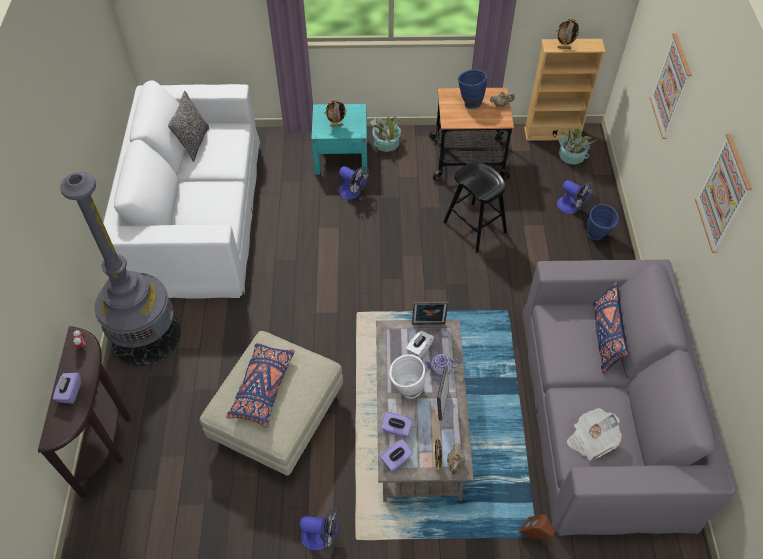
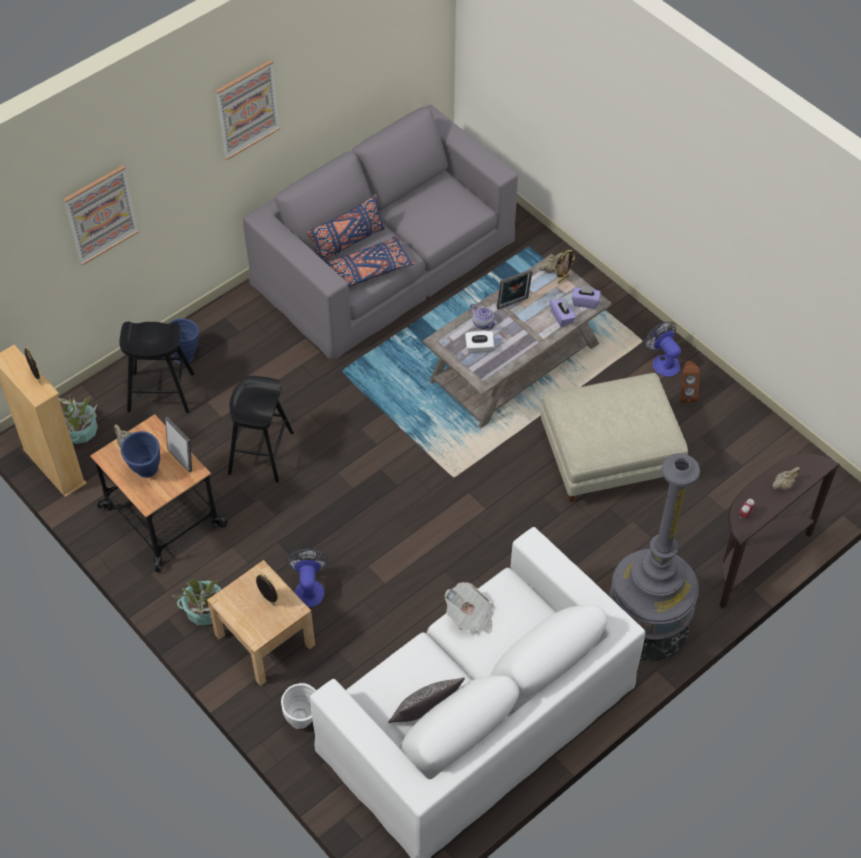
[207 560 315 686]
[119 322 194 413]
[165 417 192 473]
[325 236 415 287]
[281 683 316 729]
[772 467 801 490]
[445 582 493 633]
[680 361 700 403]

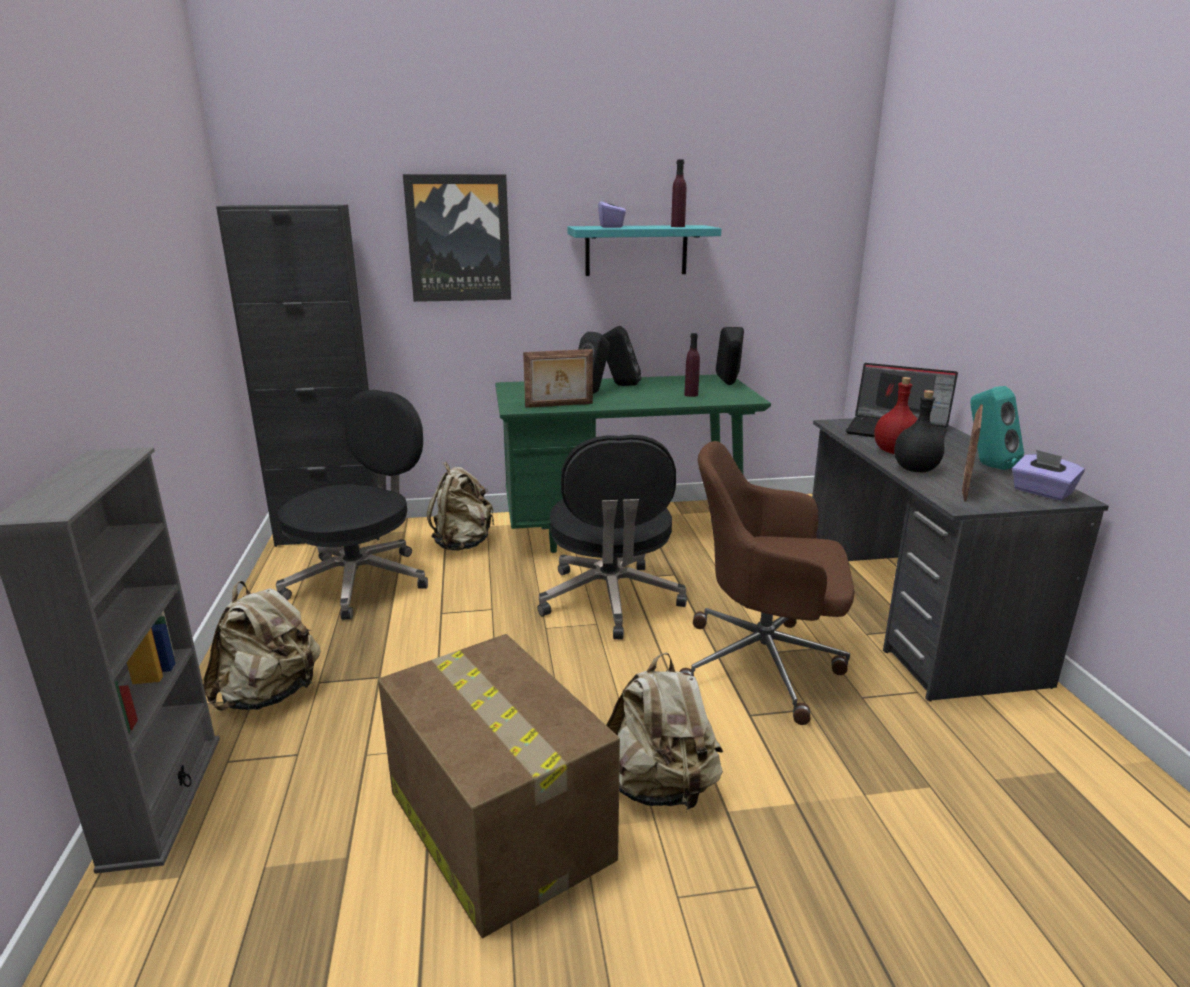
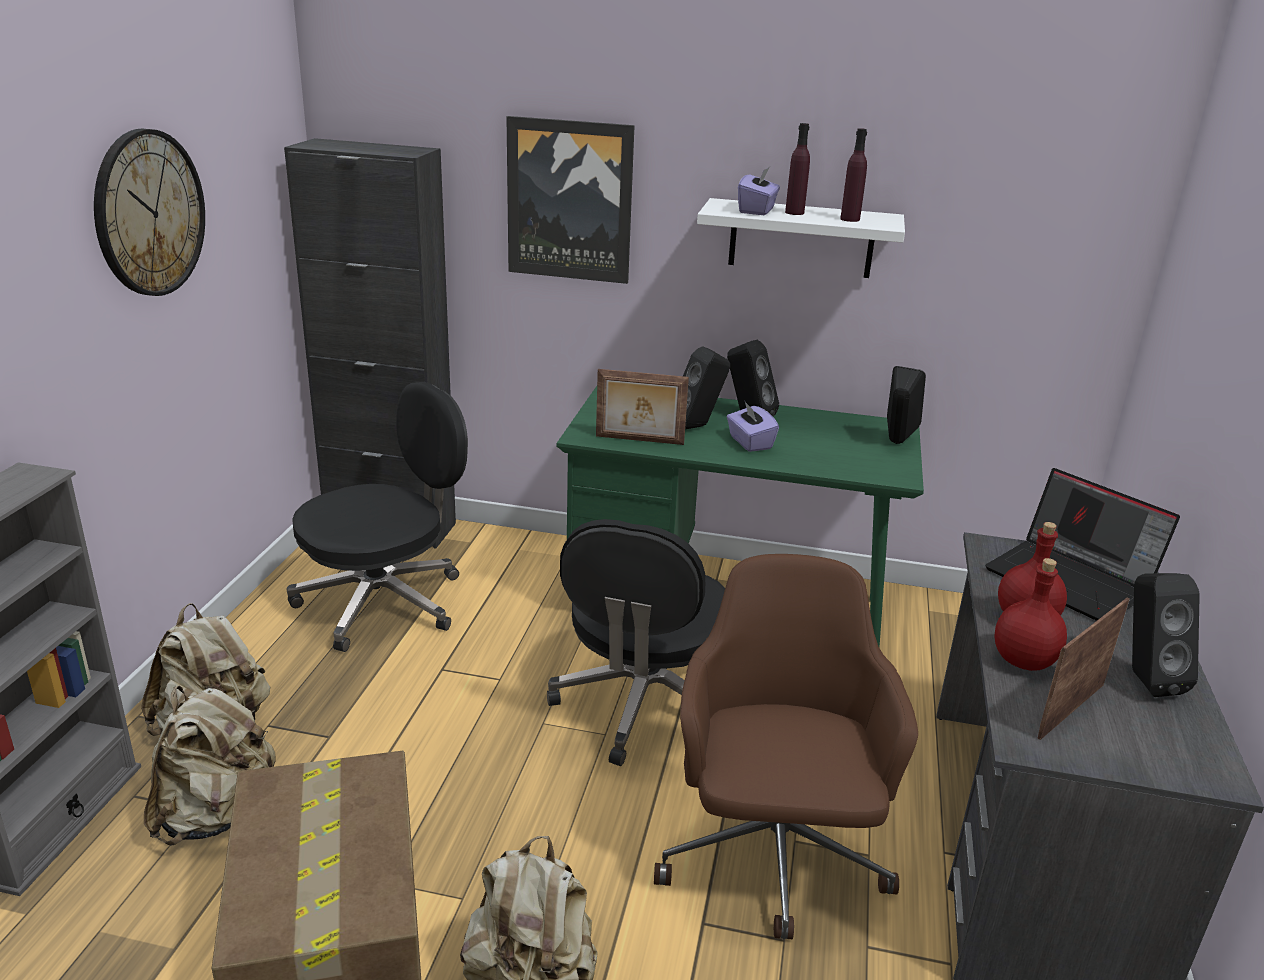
[697 198 905 278]
[785 123 810 215]
[1132 573 1200 697]
[994 558 1067 671]
[654 554 918 940]
[727 402 779 452]
[144 686 276 845]
[94 129 205 296]

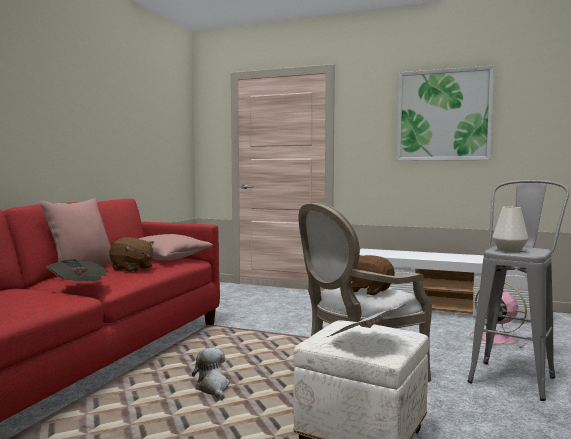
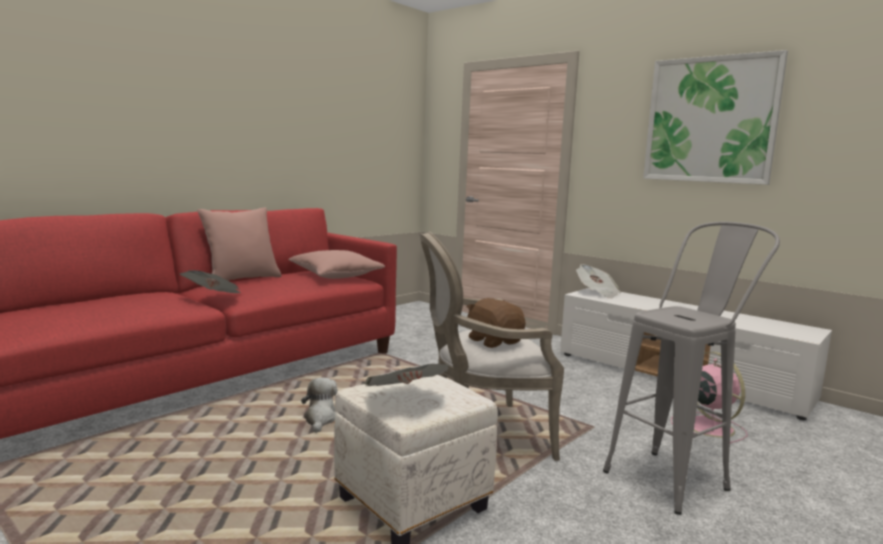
[492 207 528 252] (first image)
[109 237 154 272] (first image)
[576 264 621 299]

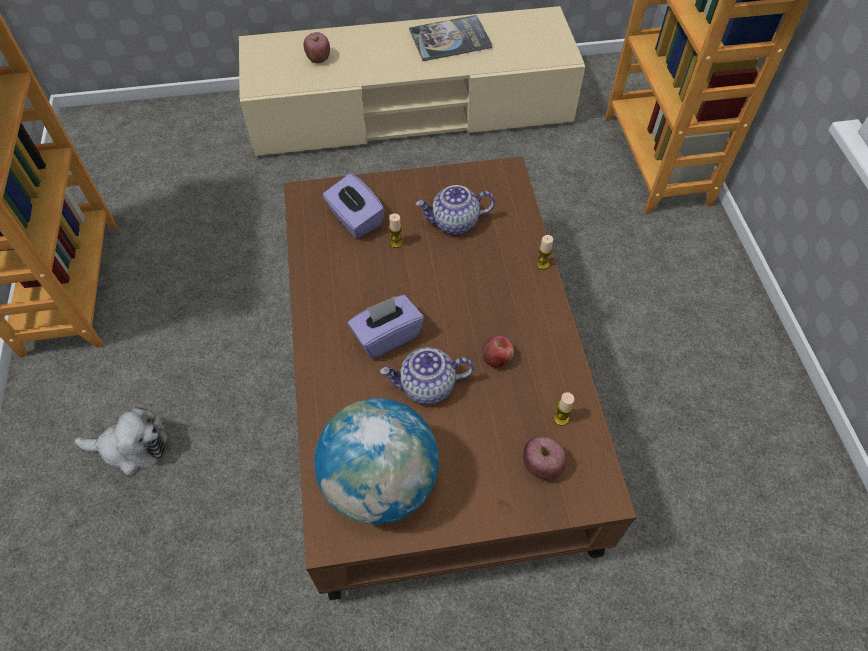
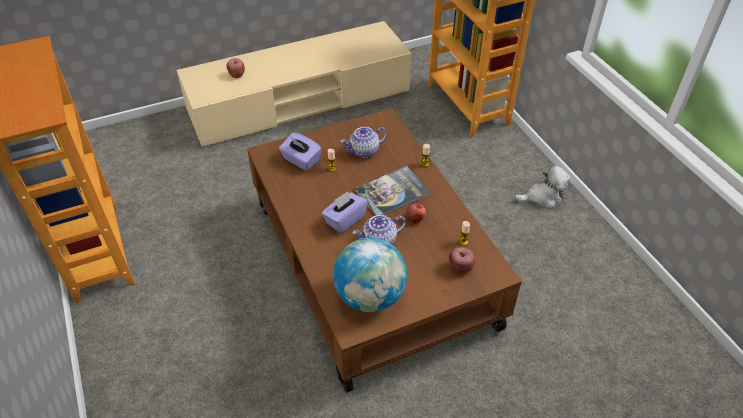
[354 166 431 216]
[514 165 570 208]

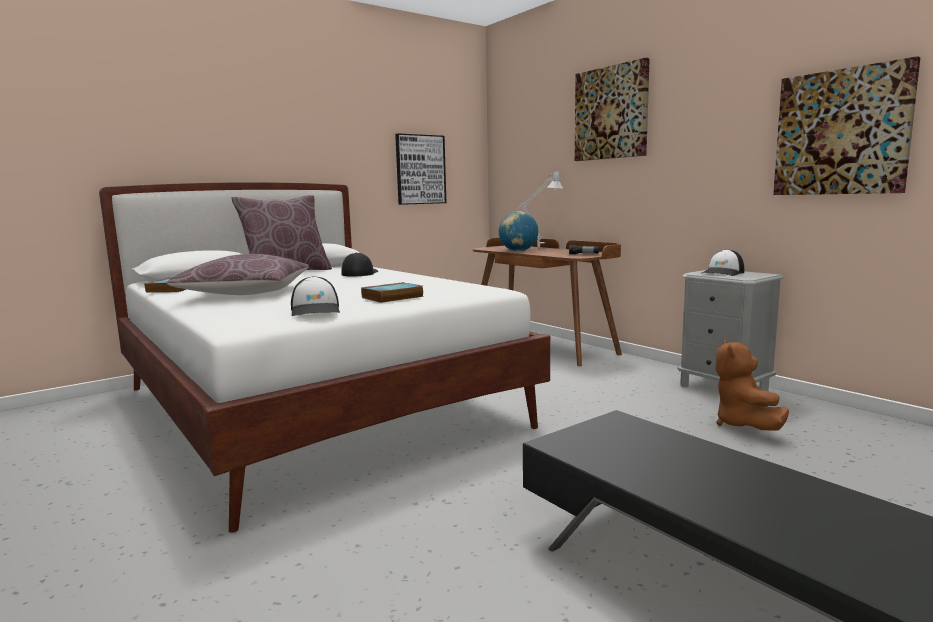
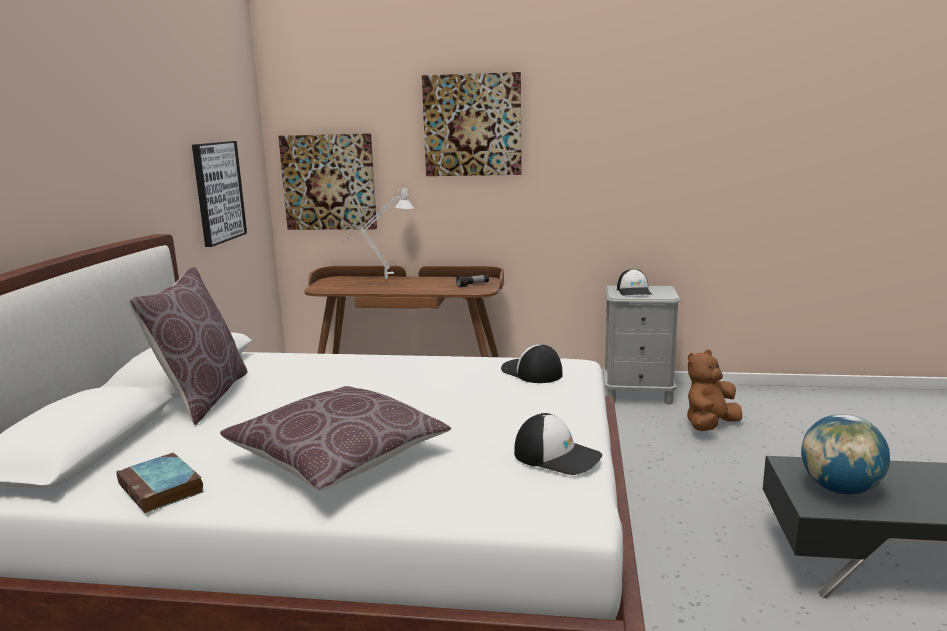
[278 133 377 230]
[801 414 890 495]
[501 344 563 383]
[361 282 424 303] (first image)
[687 350 742 431]

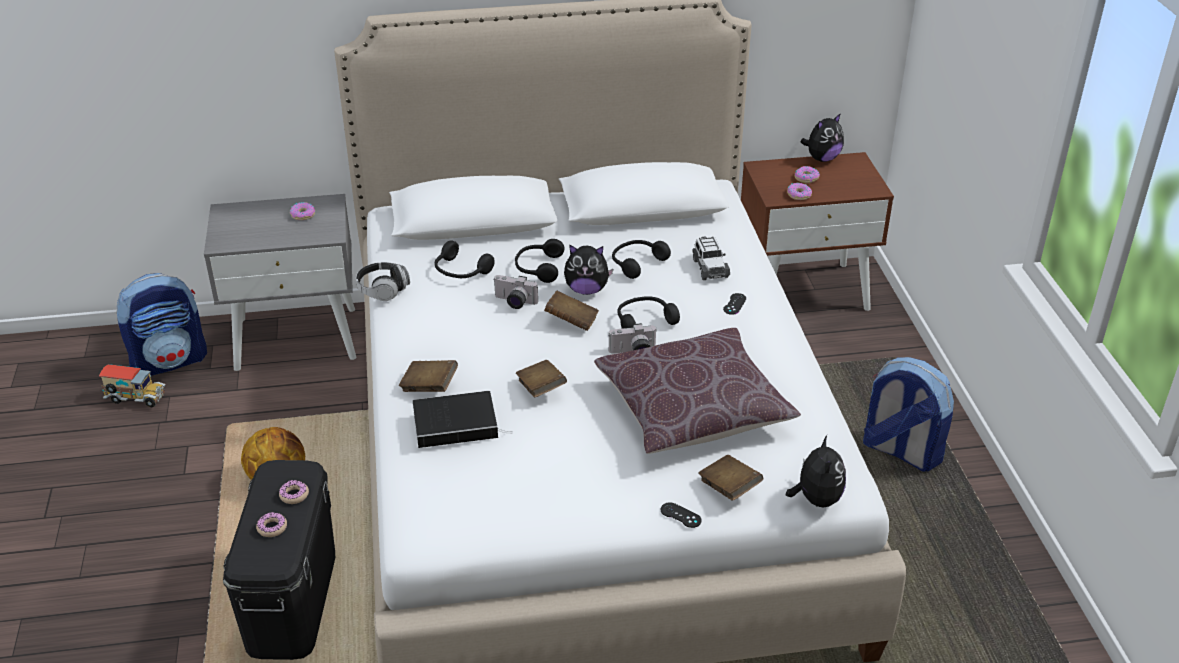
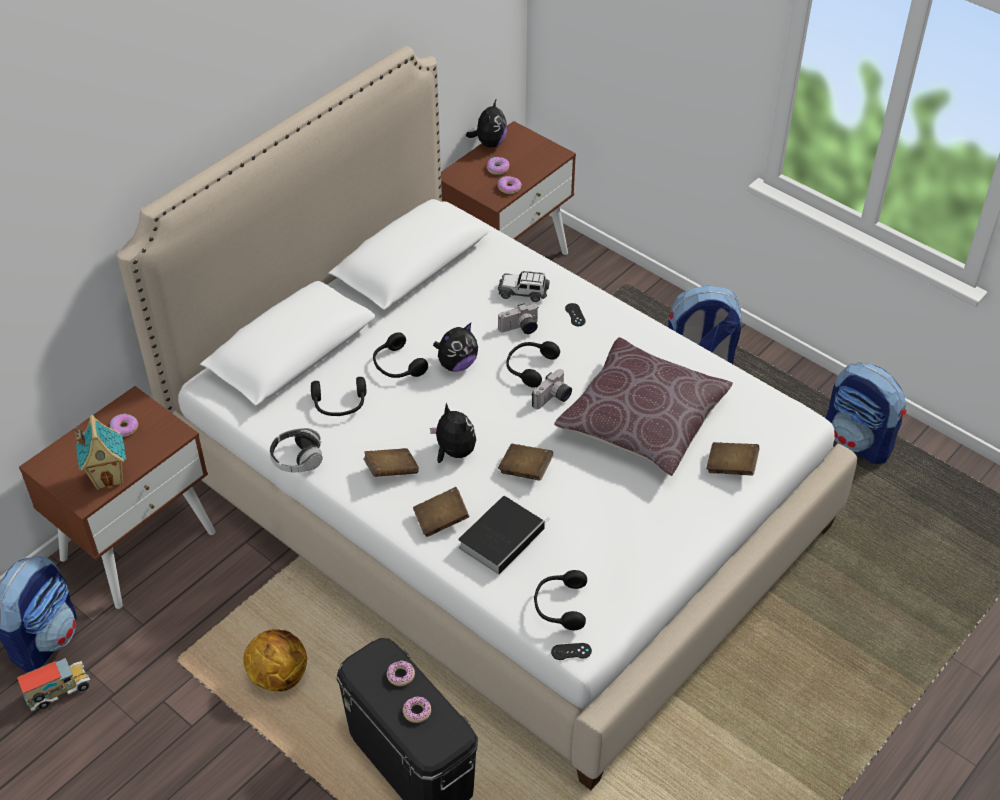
[19 386 216 609]
[498 271 549 302]
[534 570 587 630]
[498 303 538 334]
[363 448 419 477]
[430 402 476 463]
[551 643 592 660]
[826 362 906 464]
[74 415 126 490]

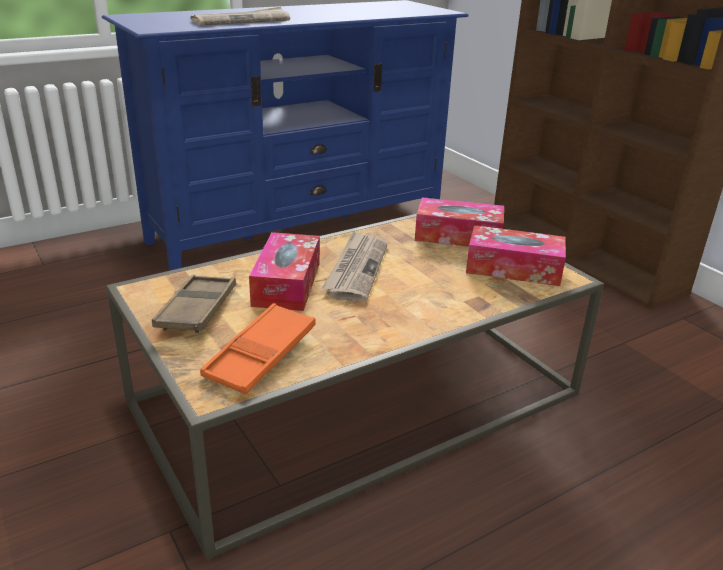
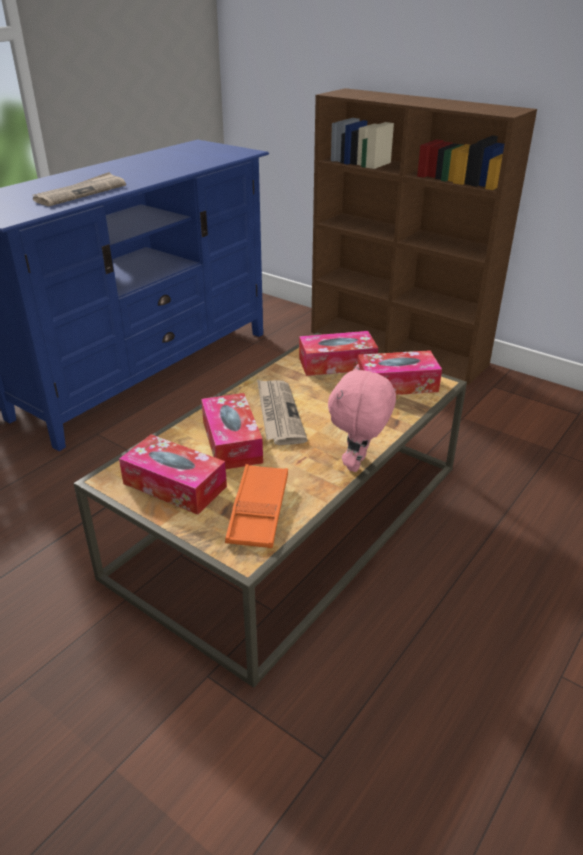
[119 434 227 515]
[328 364 396 472]

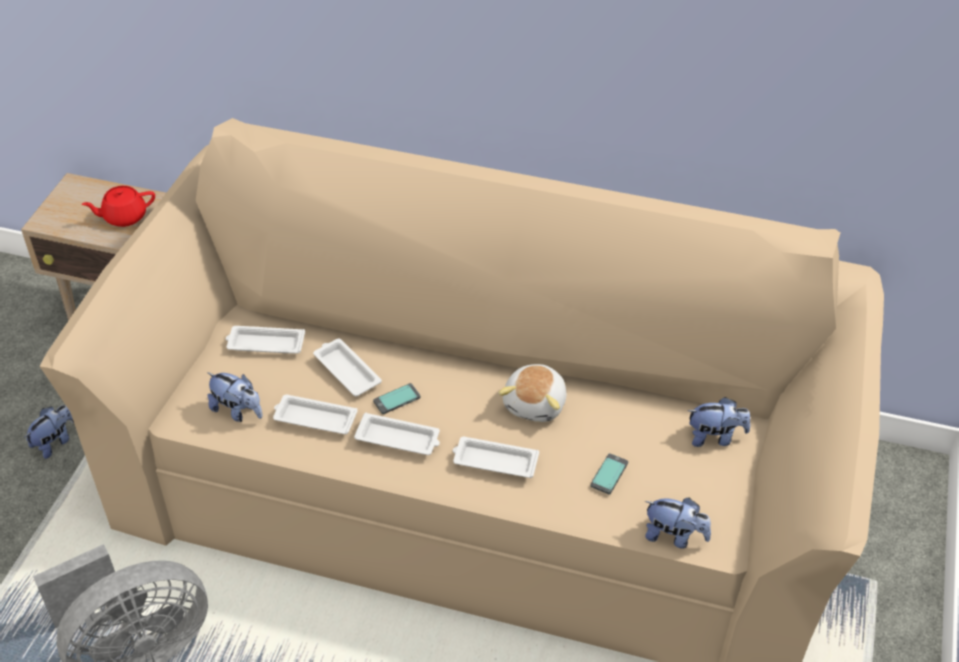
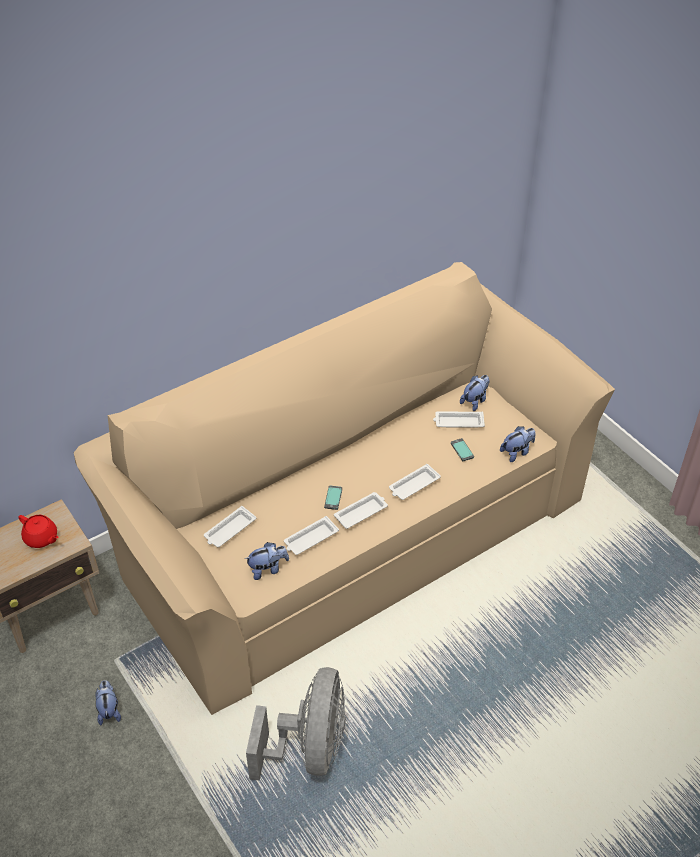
[19 515 58 548]
[433 411 485 428]
[498 364 566 422] (first image)

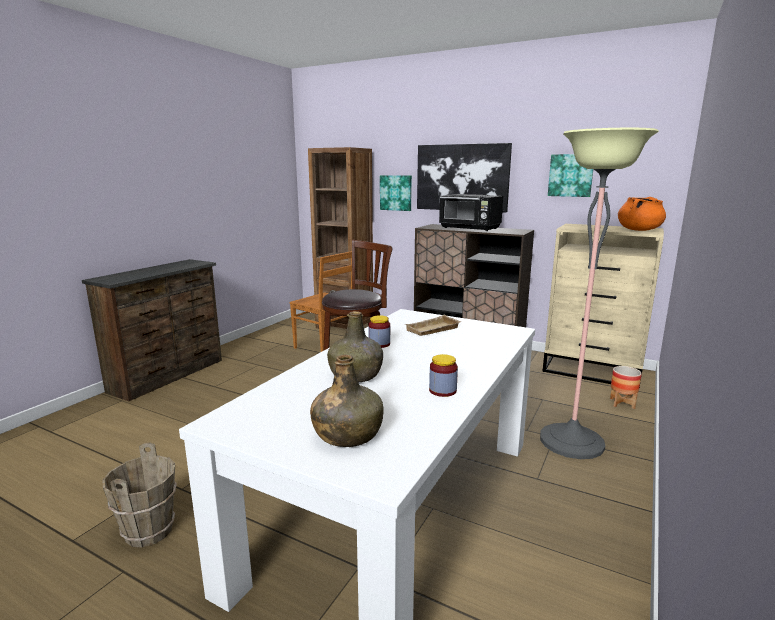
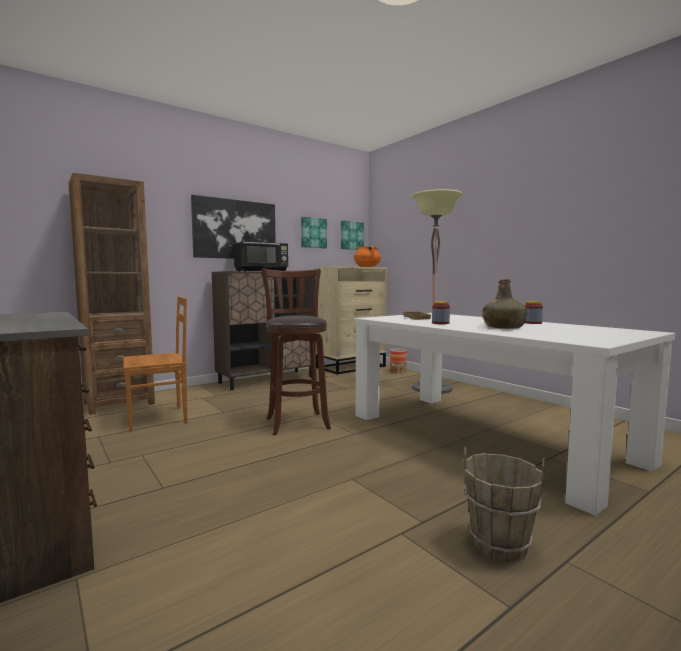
[341 221 364 250]
[310 354 384 447] (first image)

